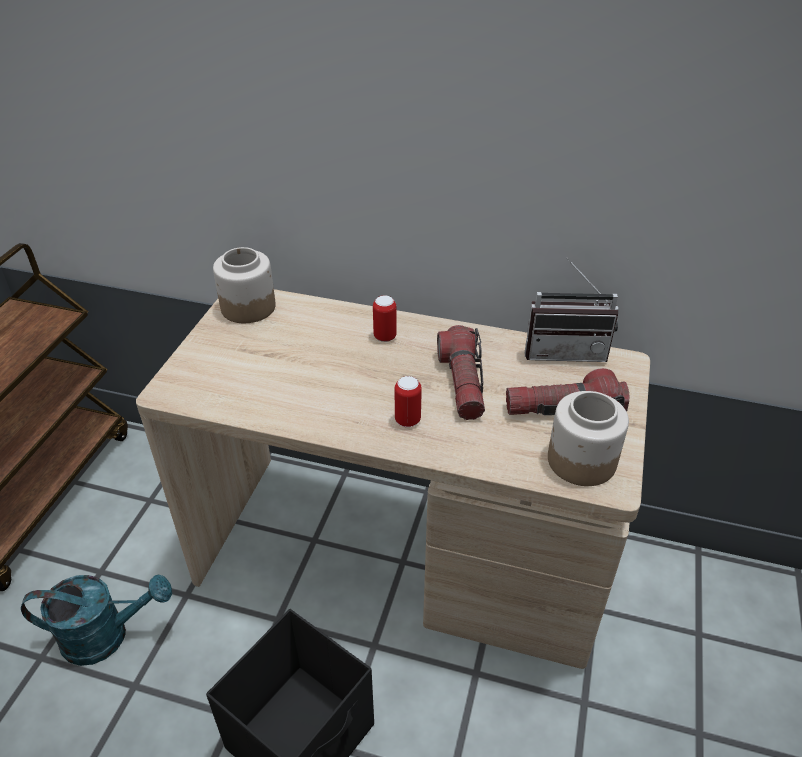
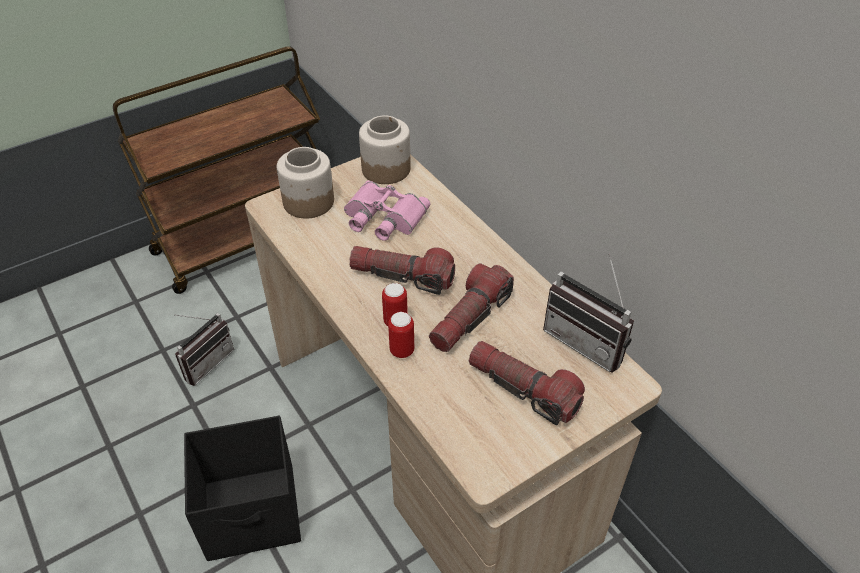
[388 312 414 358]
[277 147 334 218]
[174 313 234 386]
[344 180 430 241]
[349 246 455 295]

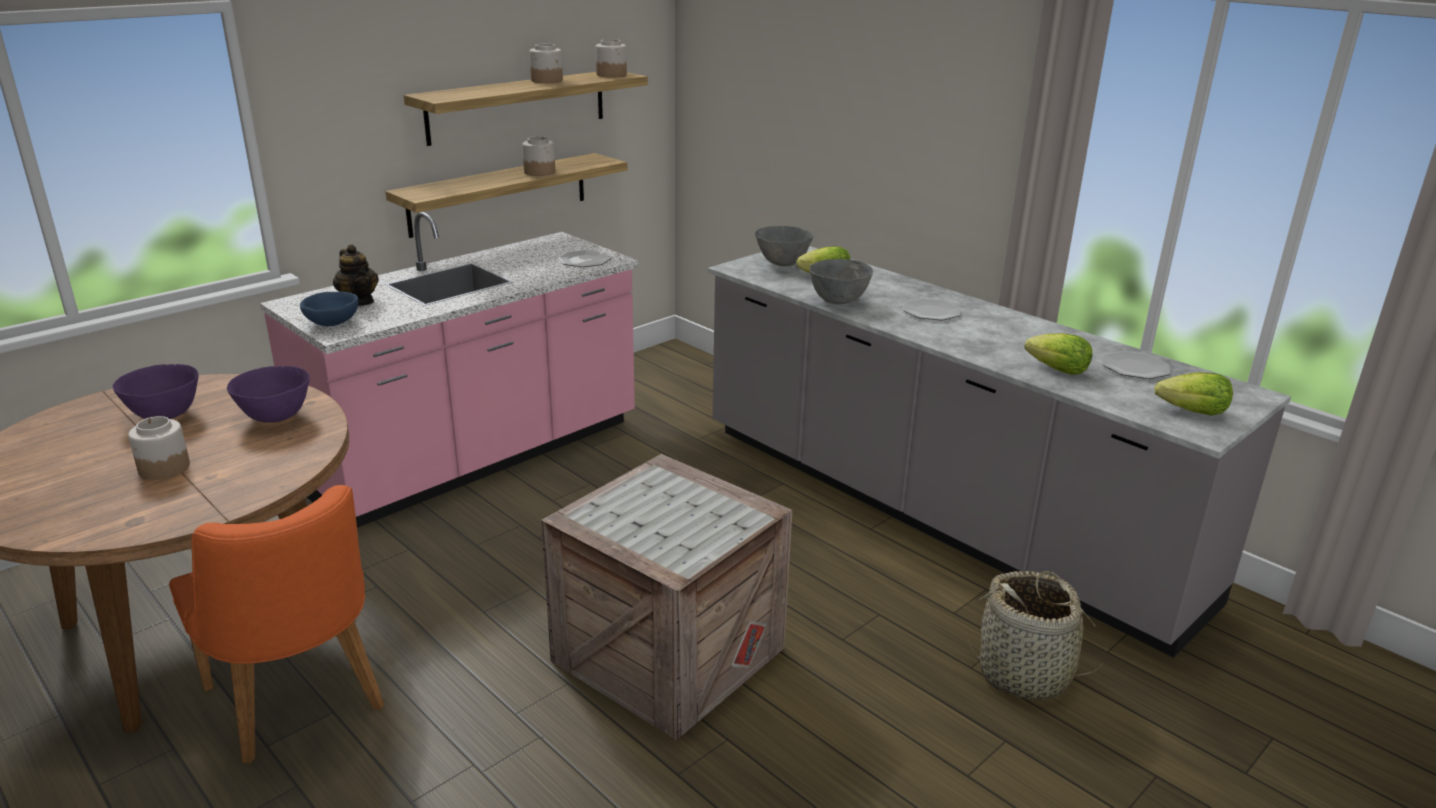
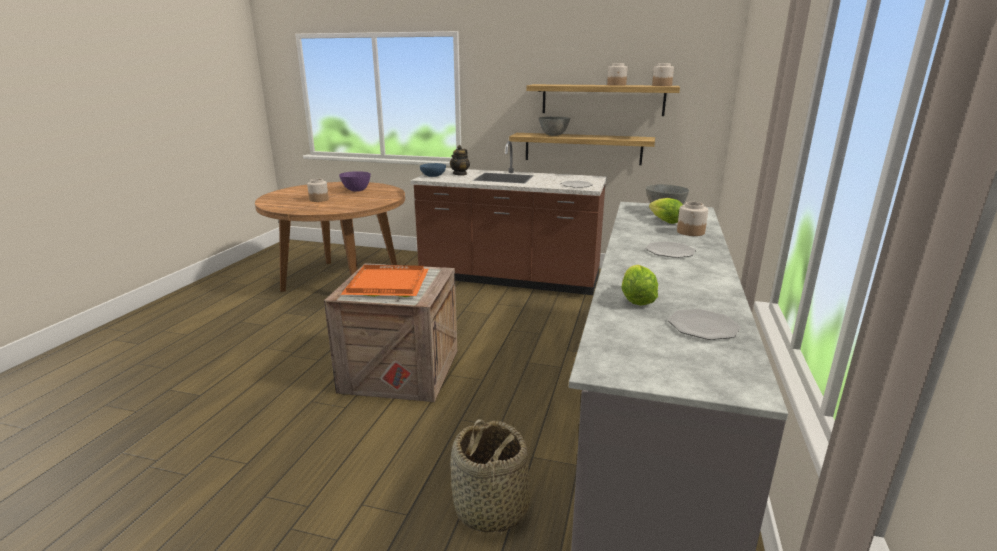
[677 202 708 236]
[411 141 607 295]
[539 117 570 136]
[227 366 310 423] (first image)
[1155 372 1233 416] (first image)
[169 485 384 764] (first image)
[340 265 429 297]

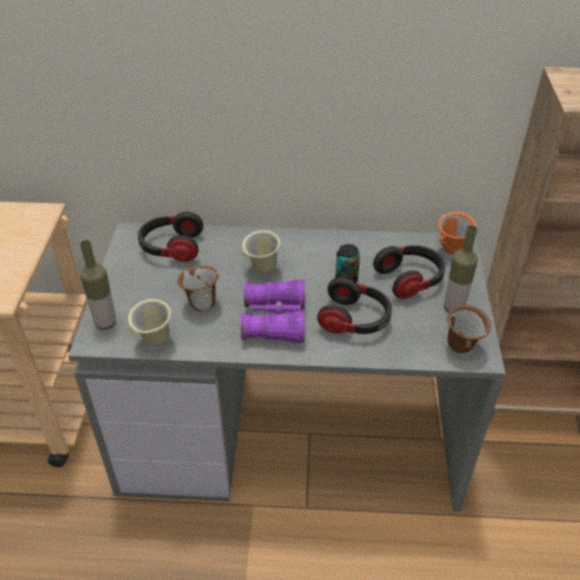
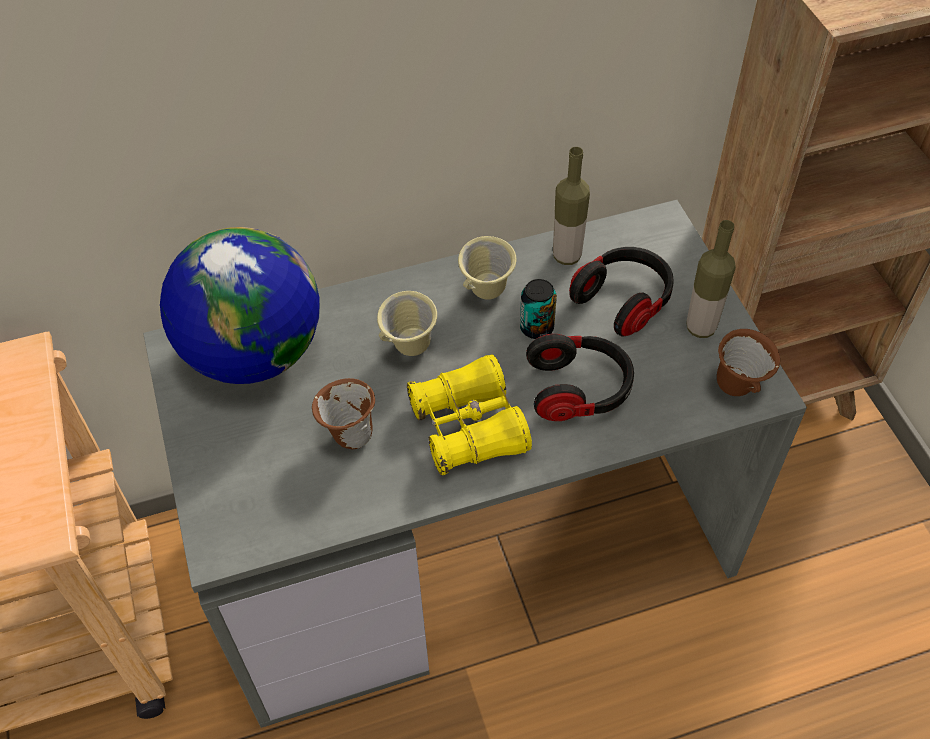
[160 227 320 384]
[438 212 476 254] (first image)
[553 147 590 265]
[407 354 532 475]
[458 236 517 300]

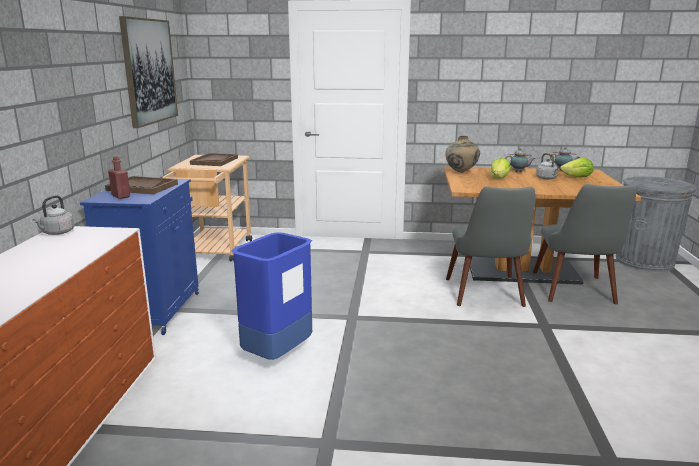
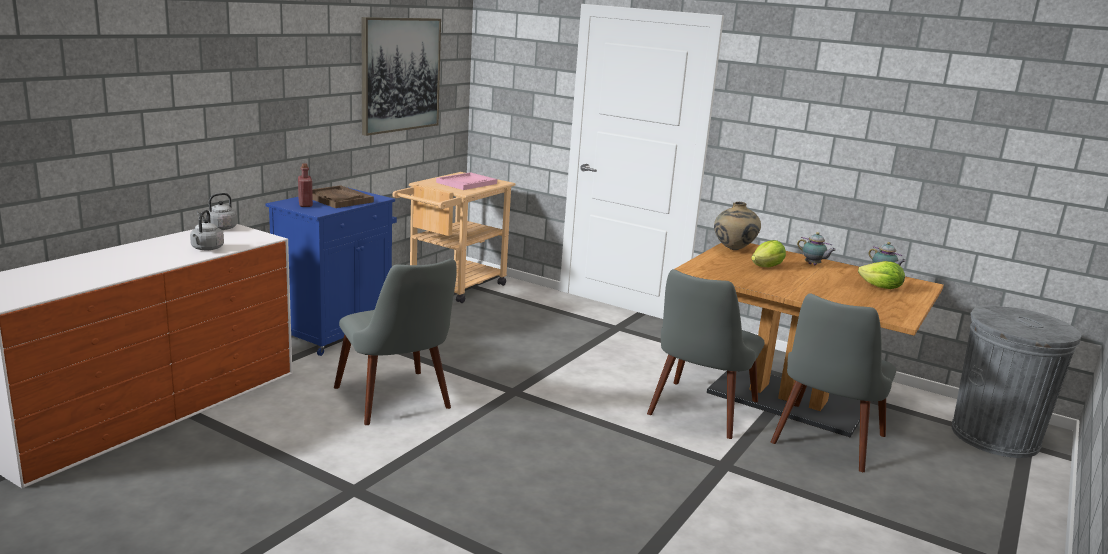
[436 172 497 190]
[190 210 224 251]
[334 259 457 425]

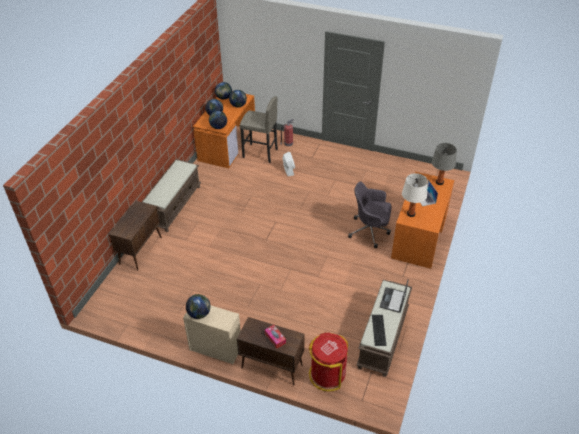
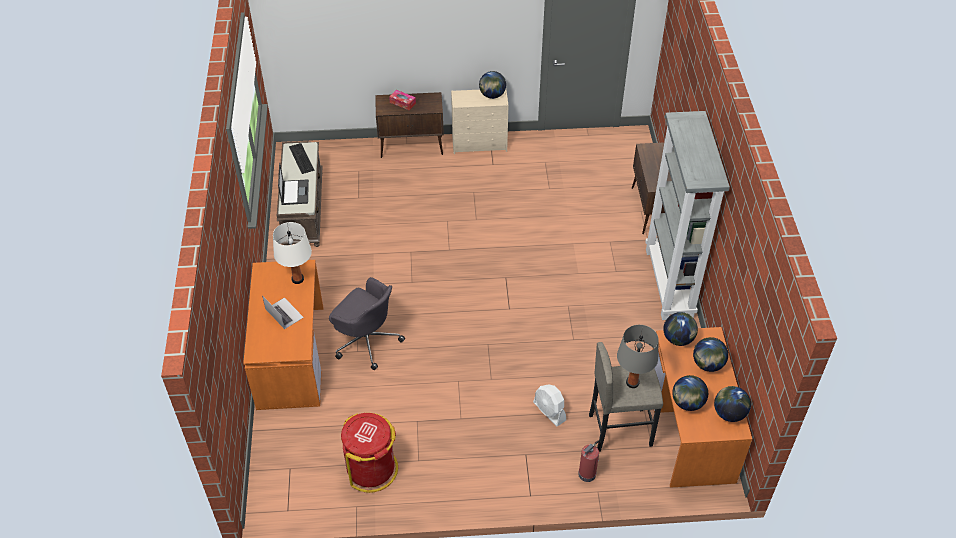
[617 325 659 388]
[645 111 730 320]
[329 277 405 370]
[341 413 398 493]

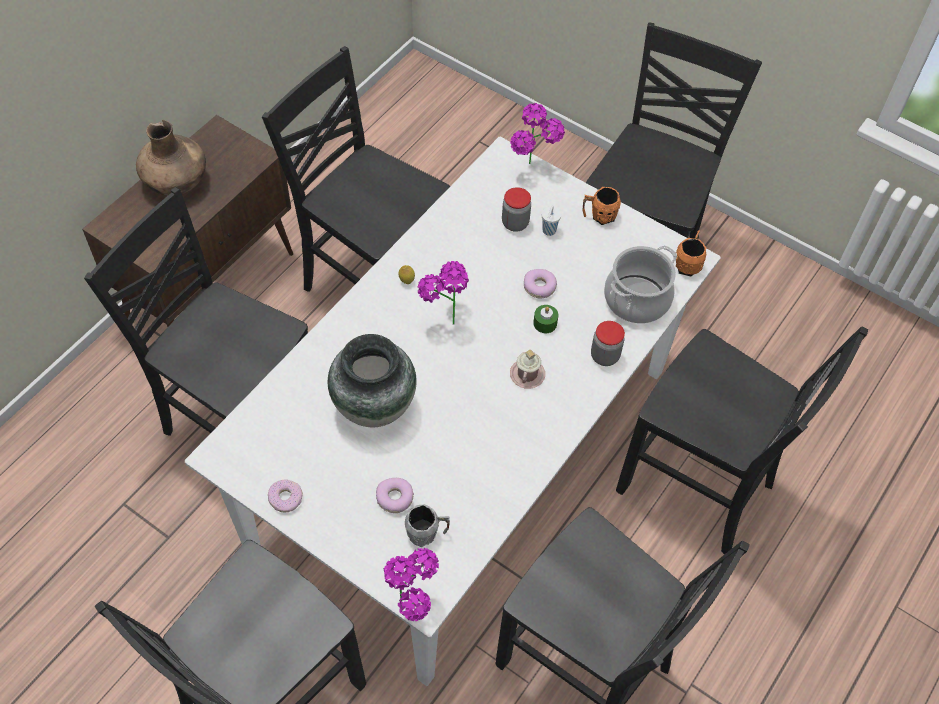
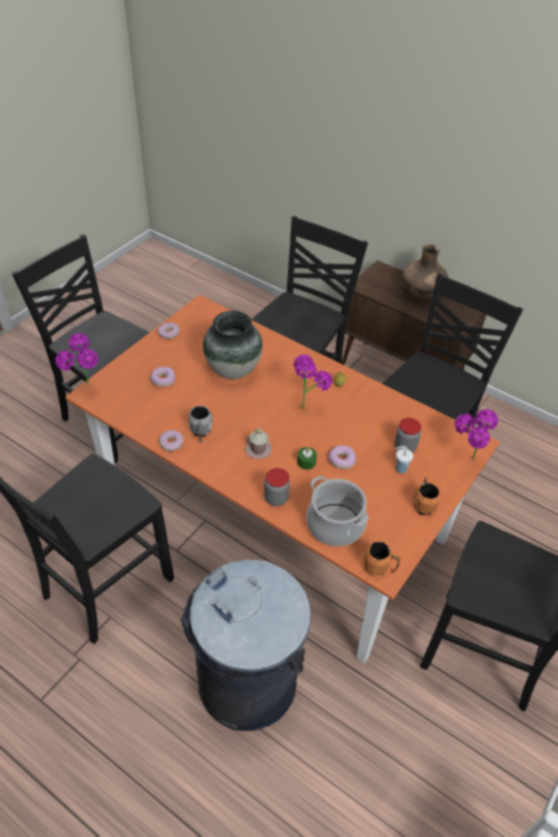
[66 295 500 664]
[180 560 311 731]
[189 406 213 442]
[159 430 184 451]

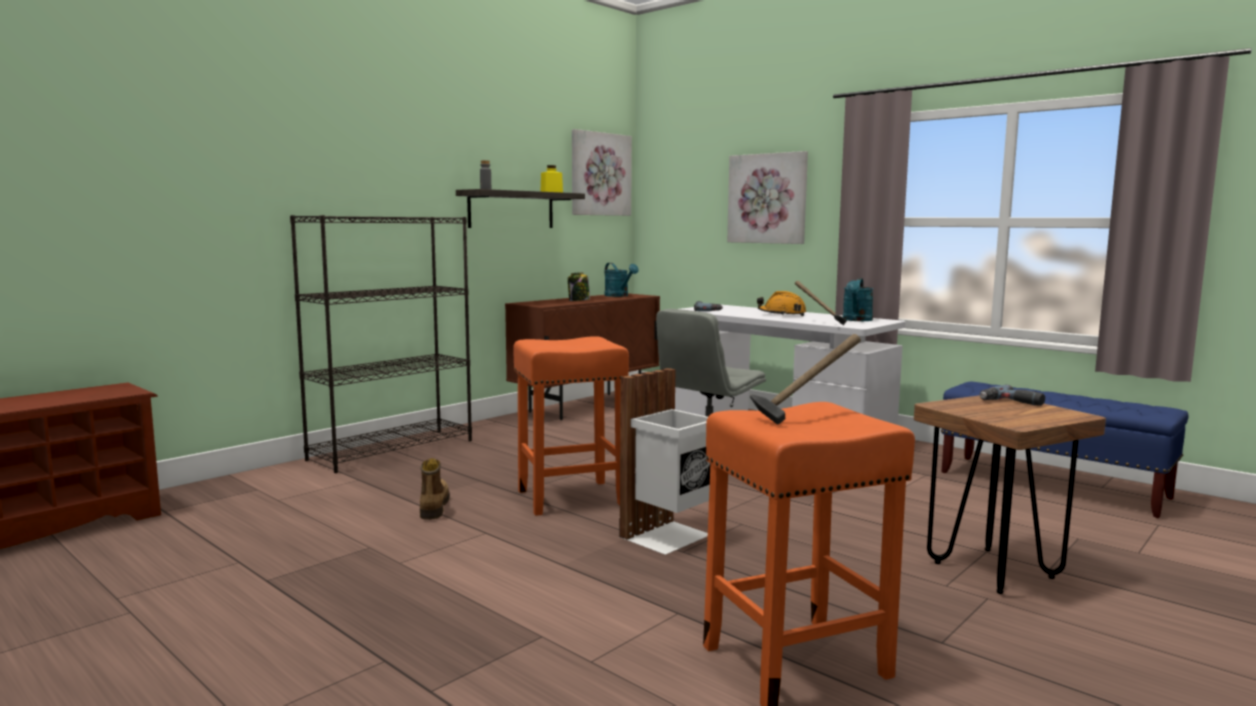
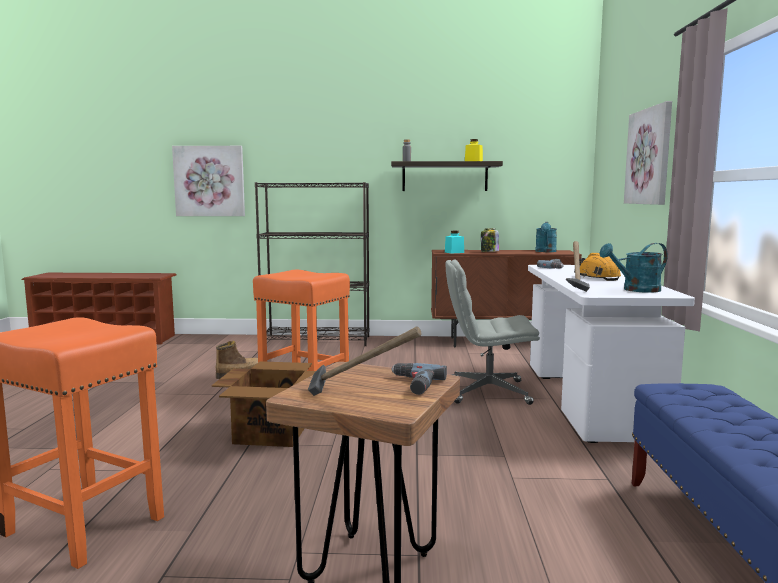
[172 146 245 216]
[308 326 422 396]
[212 361 316 447]
[445 231 464 254]

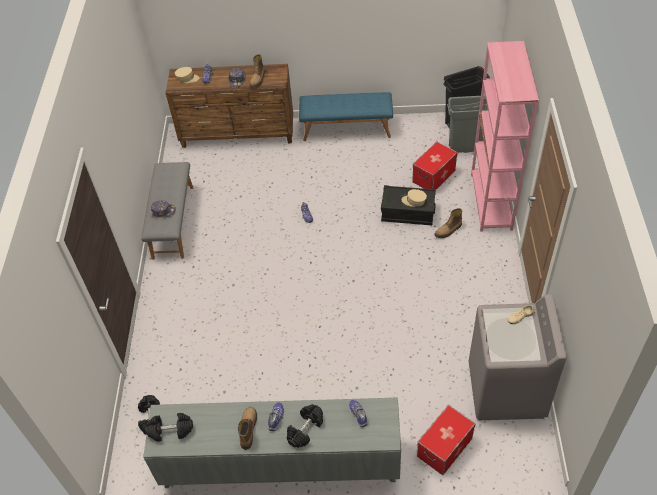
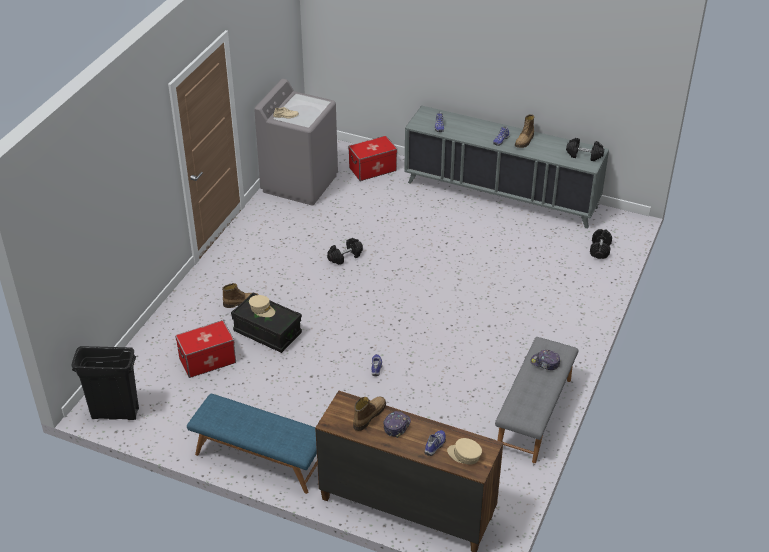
[471 41 539 232] (first image)
[447 95 488 153] (first image)
[327 238 363 265]

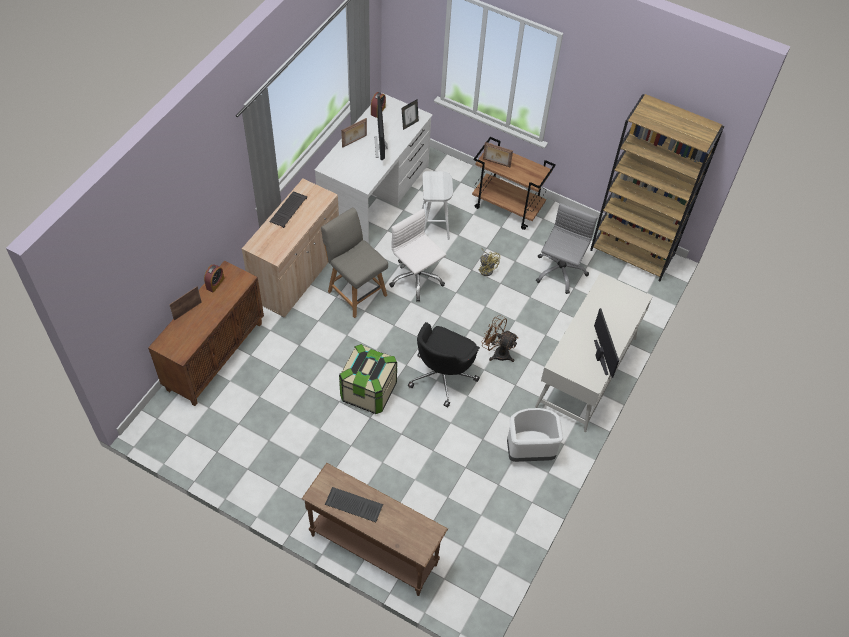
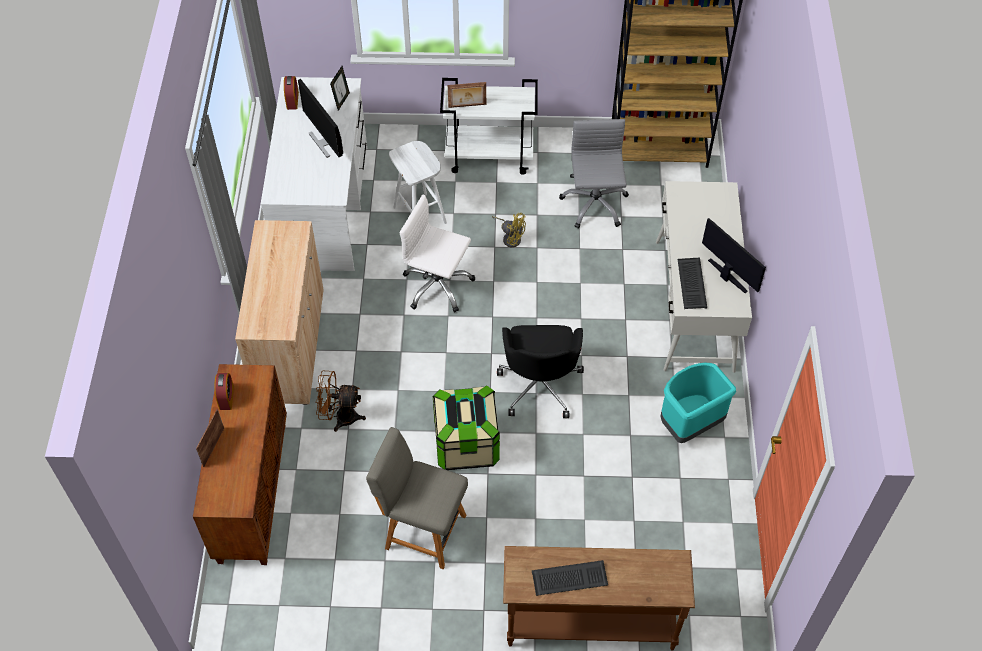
[341 118 367 148] (first image)
[440 78 538 175]
[677 257 707 309]
[366 427 468 569]
[315 371 366 432]
[661 362 736 443]

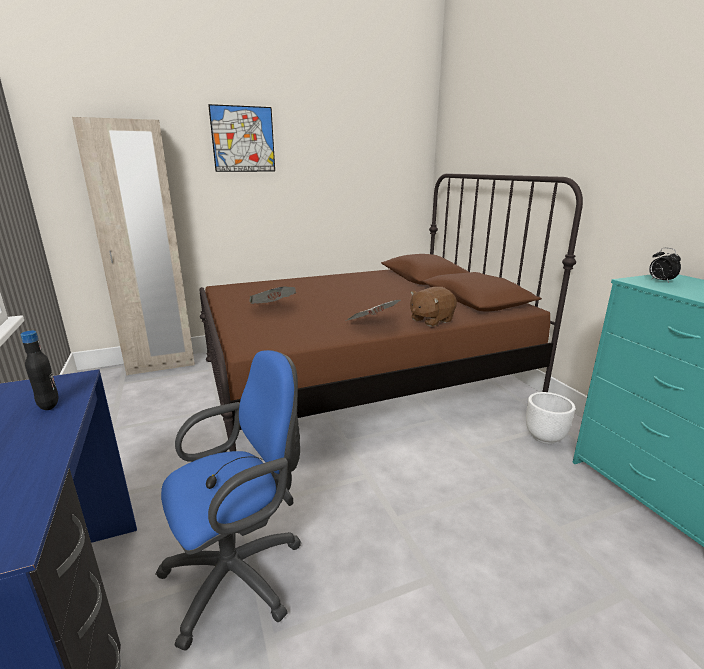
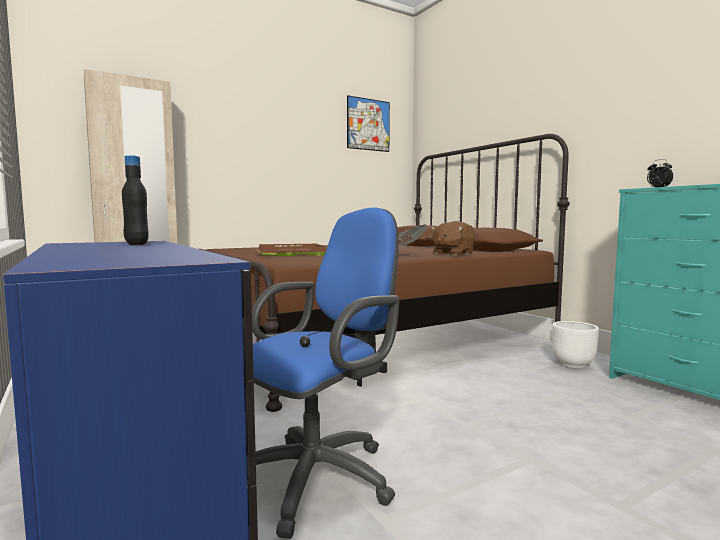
[347 95 390 152]
[256 244 327 256]

